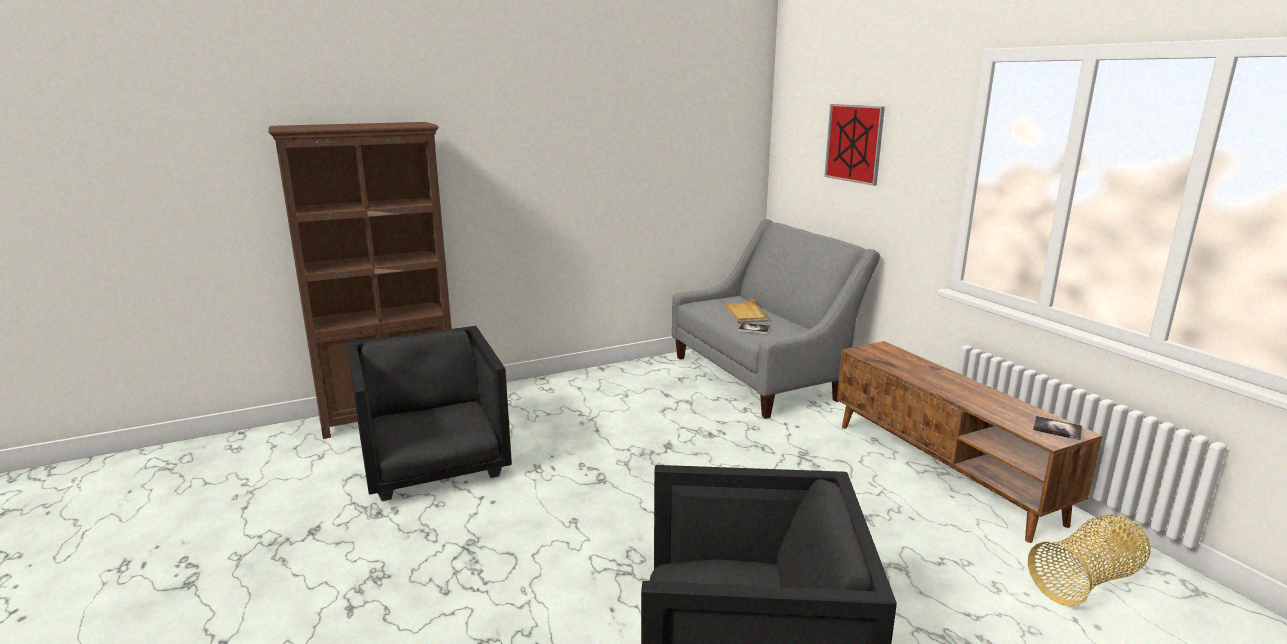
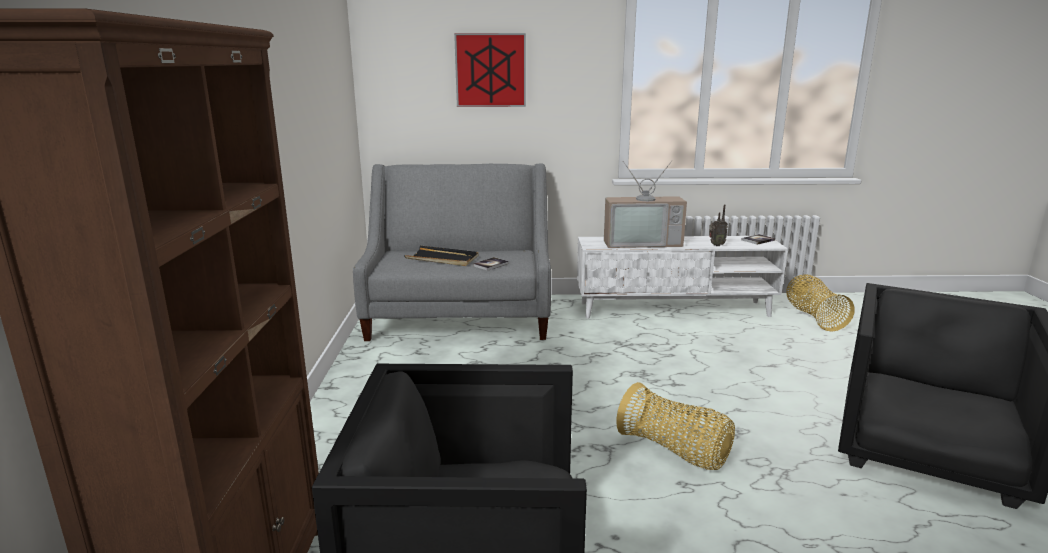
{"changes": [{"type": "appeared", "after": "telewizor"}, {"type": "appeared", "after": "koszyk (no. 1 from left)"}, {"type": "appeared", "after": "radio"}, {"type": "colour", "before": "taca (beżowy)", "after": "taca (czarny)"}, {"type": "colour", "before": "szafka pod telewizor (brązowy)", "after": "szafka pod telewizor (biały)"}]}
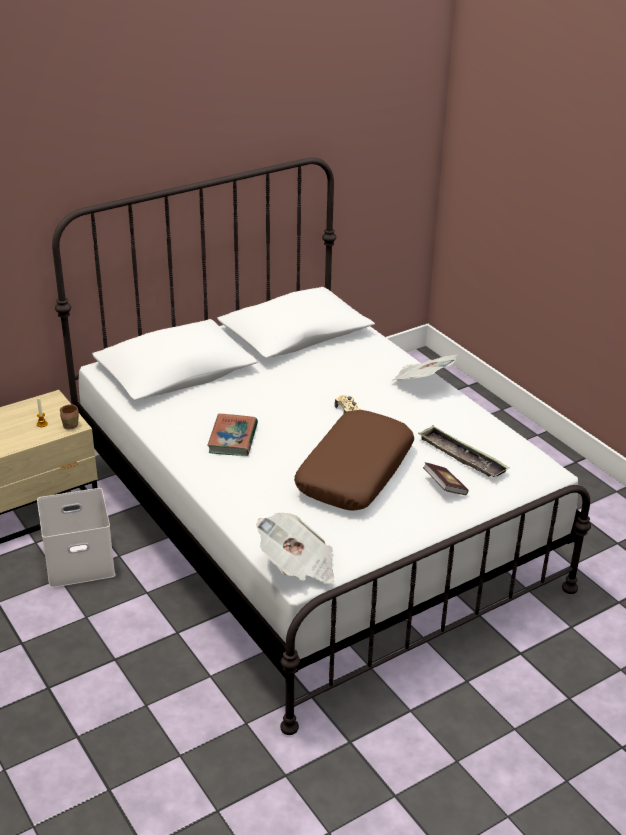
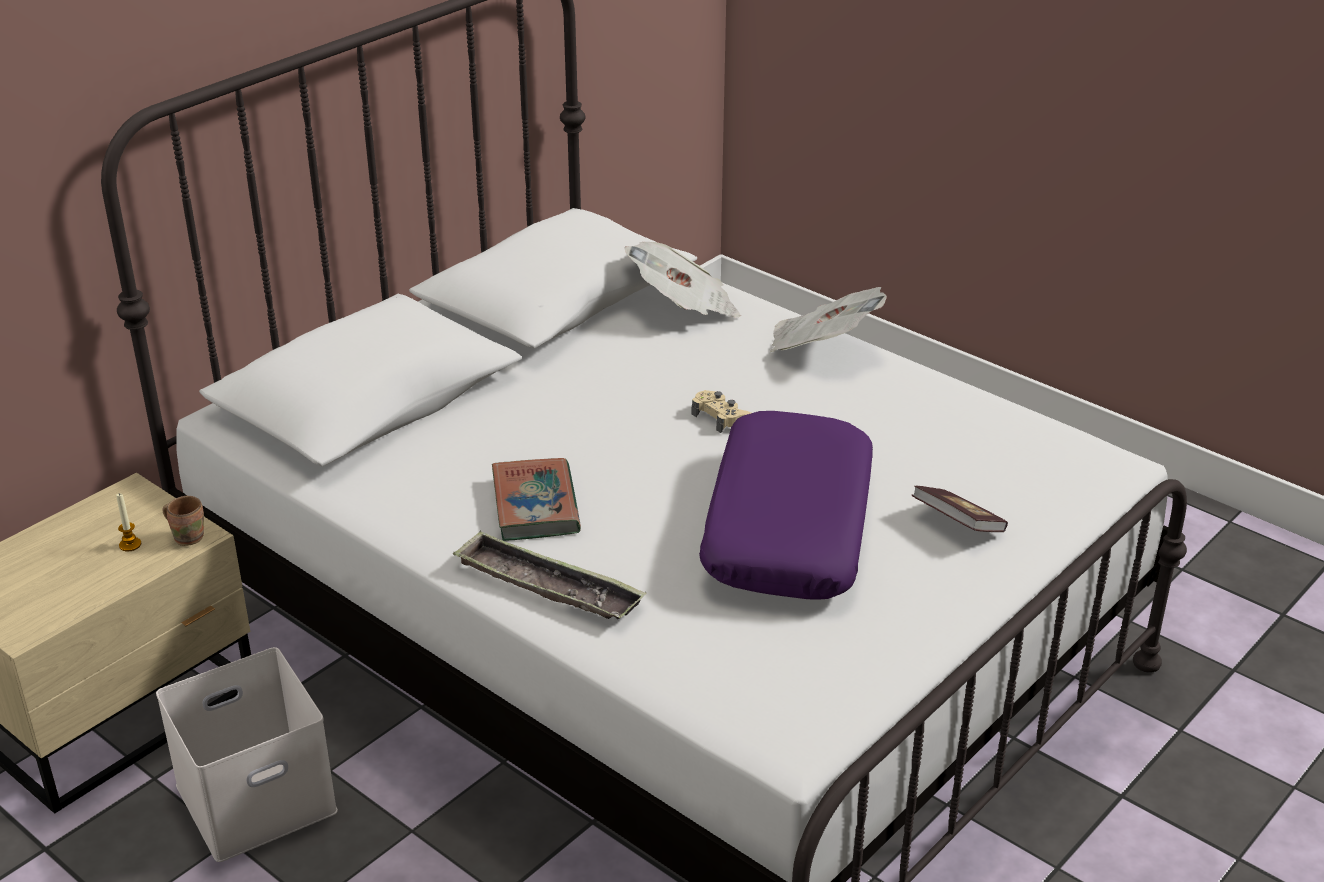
{"changes": [{"type": "relocated", "before": "gazeta (no. 1 from left)"}, {"type": "relocated", "before": "taca"}, {"type": "colour", "before": "poduszka (brązowy)", "after": "poduszka (fioletowy)"}]}
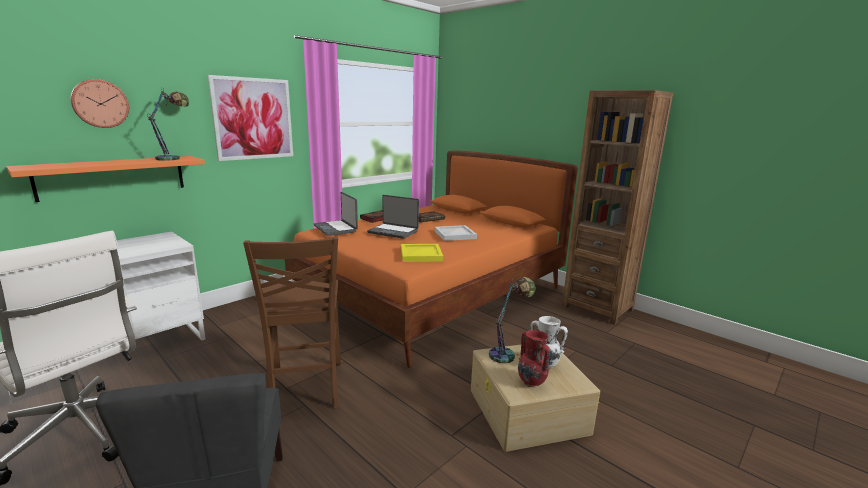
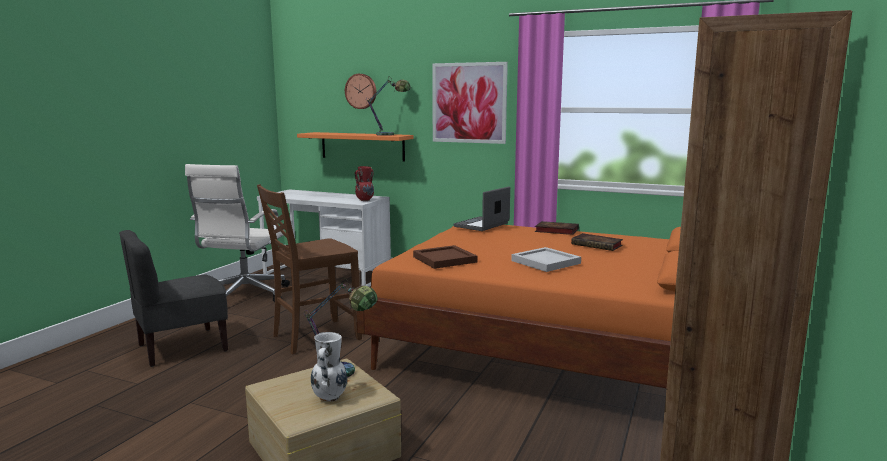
{"changes": [{"type": "missing", "before": "laptop (no. 2 from left)"}, {"type": "relocated", "before": "wazon (czerwony)"}, {"type": "colour", "before": "taca (żółty)", "after": "taca (brązowy)"}]}
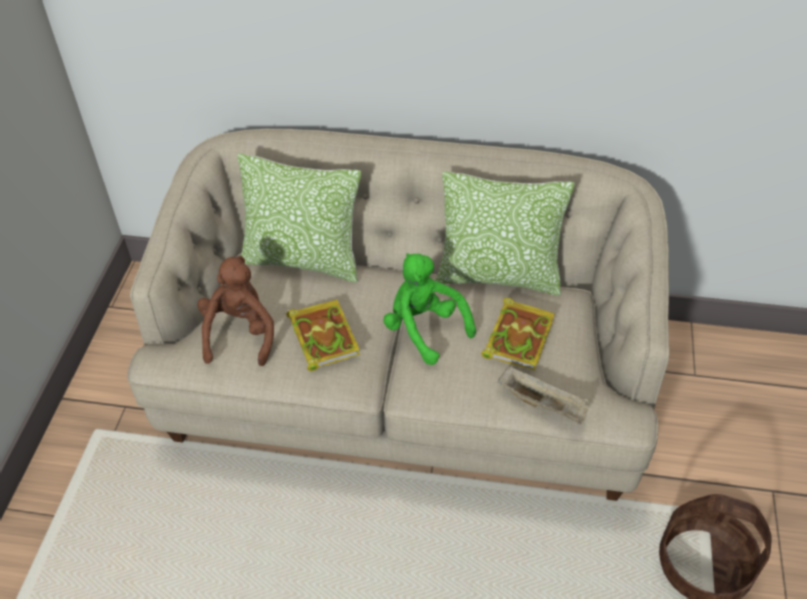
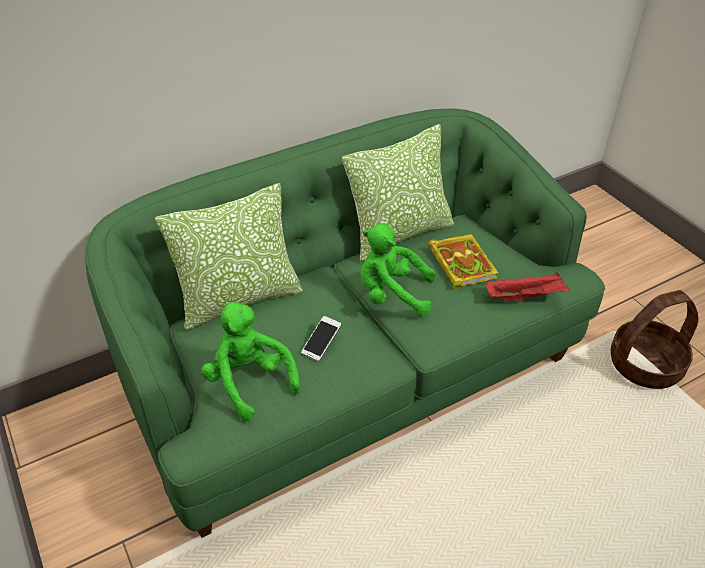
{"changes": [{"type": "exchanged", "before": "książka (no. 1 from left)", "after": "telefon"}, {"type": "colour", "before": "kanapa (beżowy)", "after": "kanapa (zielony)"}, {"type": "colour", "before": "pluszak (brązowy)", "after": "pluszak (zielony) (no. 1 from left)"}, {"type": "colour", "before": "taca (beżowy)", "after": "taca (czerwony)"}]}
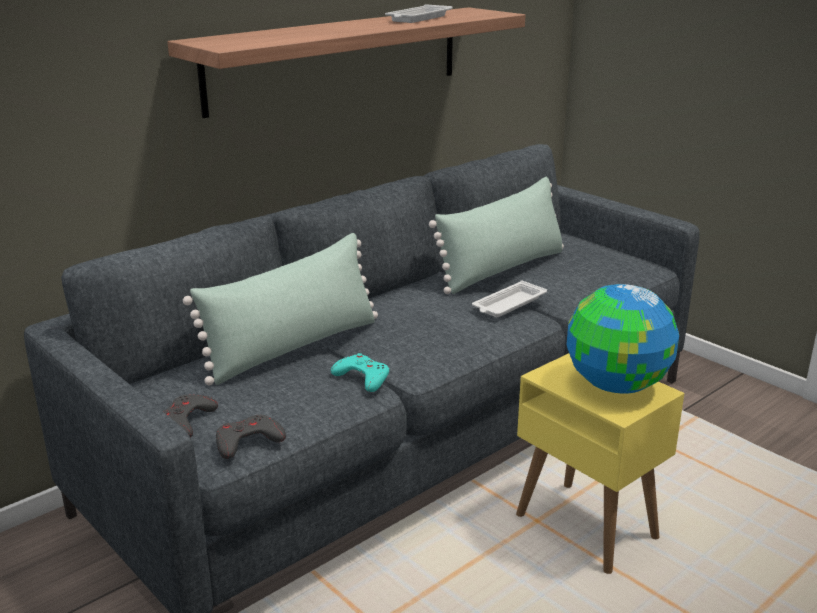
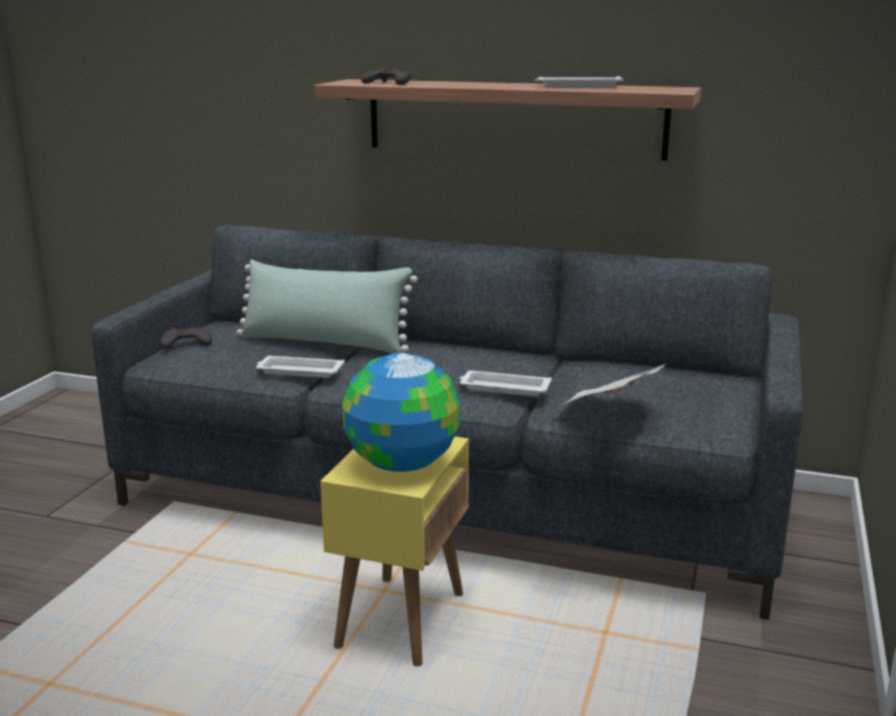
{"changes": [{"type": "missing", "before": "poduszka (zielony) (no. 2 from left)"}, {"type": "appeared", "after": "gazeta"}, {"type": "relocated", "before": "pad do gier (szary) (no. 2 from left)"}, {"type": "exchanged", "before": "pad do gier (turkusowy)", "after": "taca (biały) (no. 1 from left)"}]}
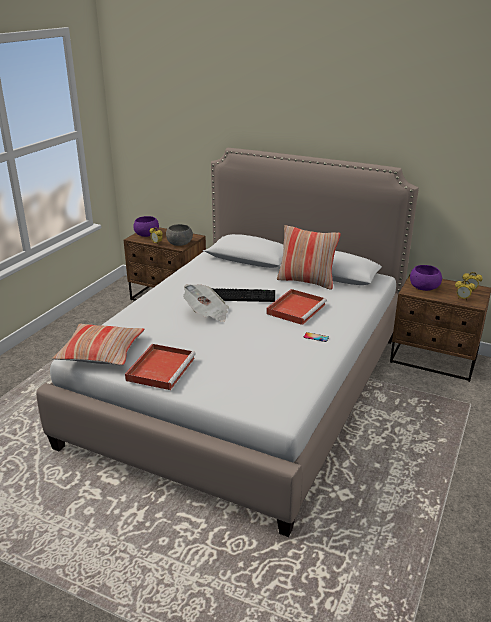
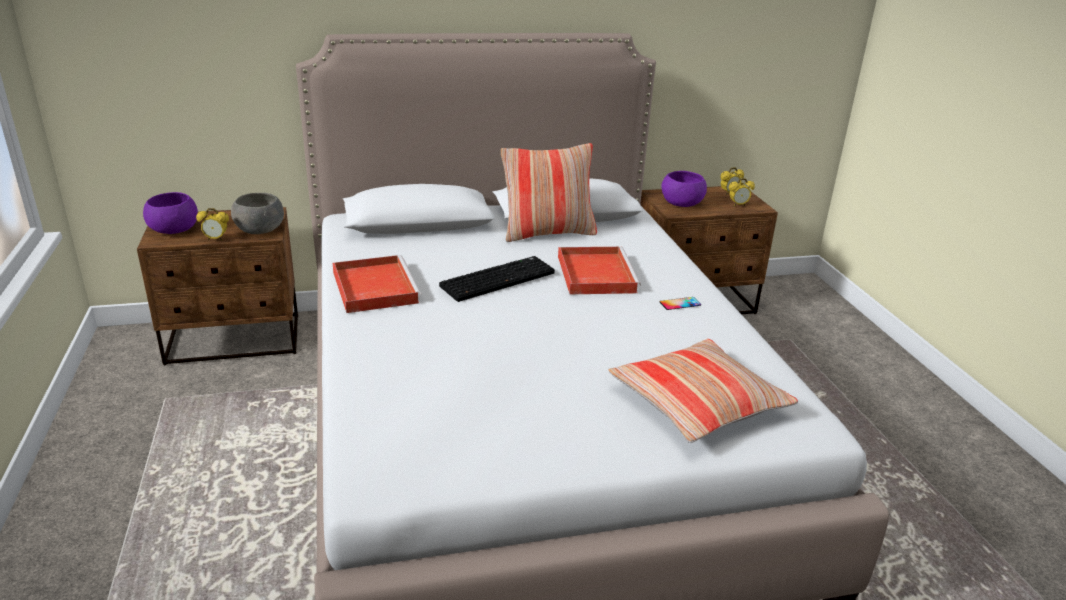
{"changes": [{"type": "missing", "before": "gazeta"}, {"type": "relocated", "before": "poduszka (no. 1 from left in the first image)", "after": "poduszka (no. 2 from left)"}, {"type": "relocated", "before": "taca (czerwony) (no. 1 from left)"}]}
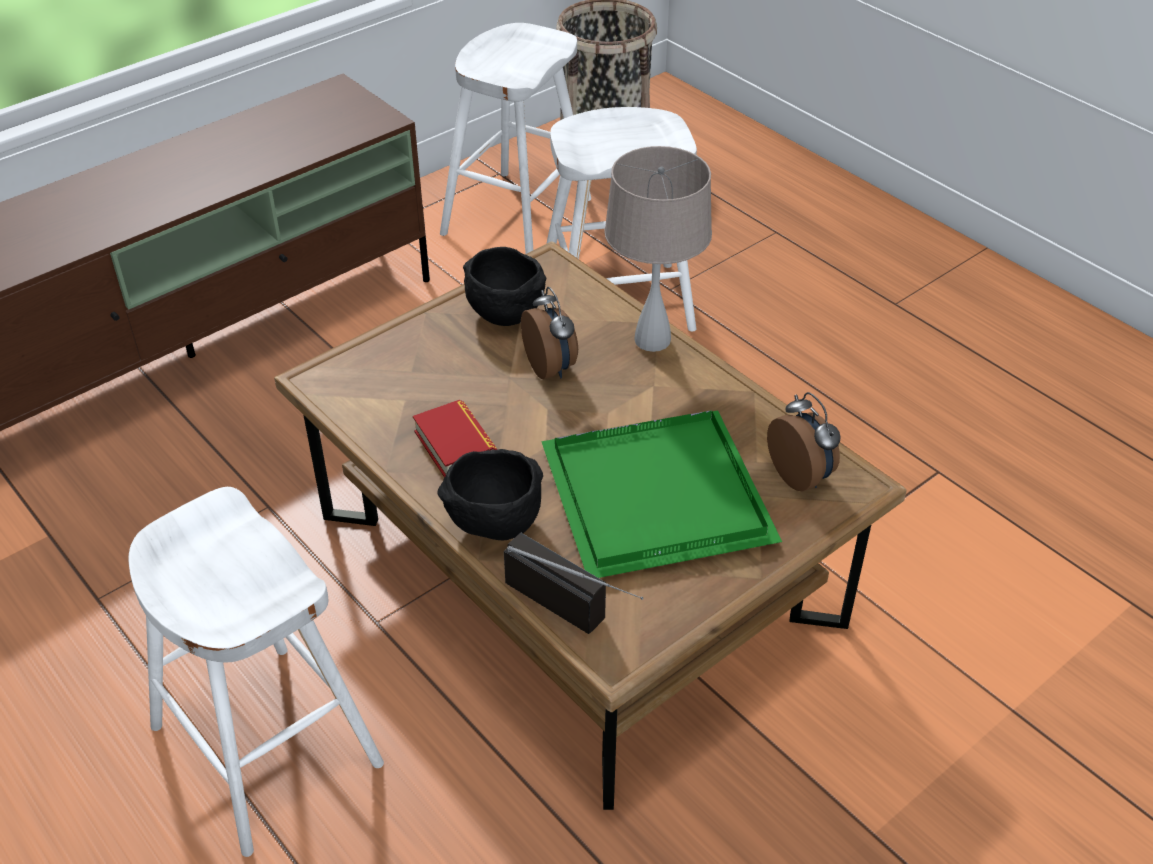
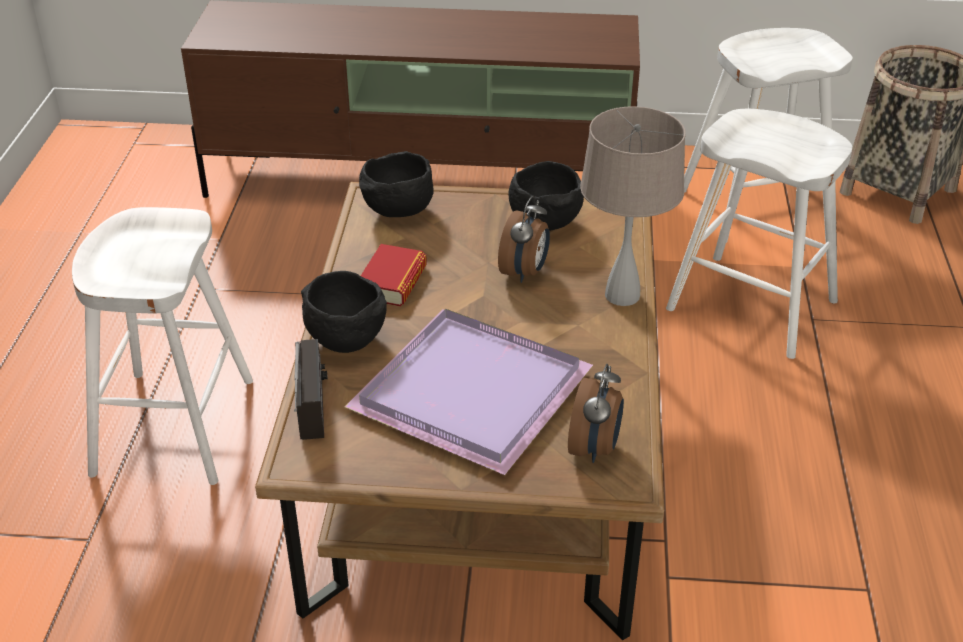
{"changes": [{"type": "appeared", "after": "miska (czarny) (no. 2 from left)"}, {"type": "colour", "before": "taca (zielony)", "after": "taca (fioletowy)"}]}
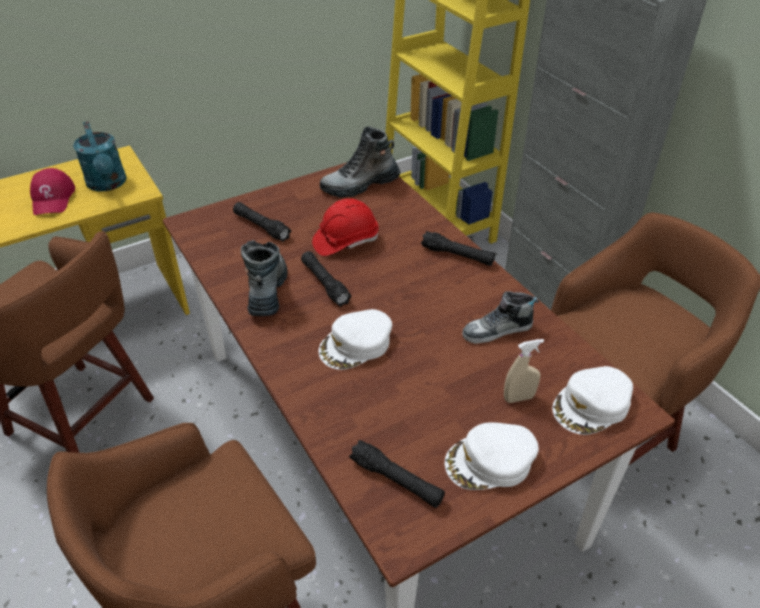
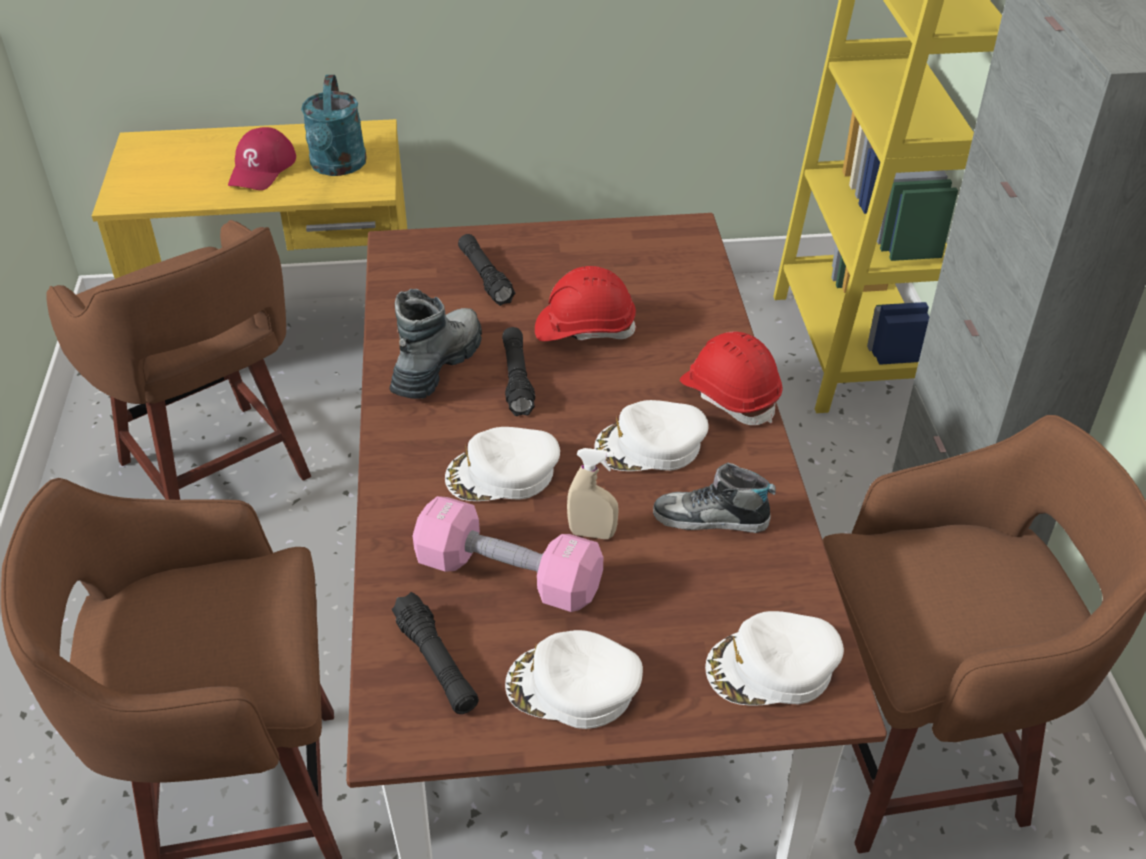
{"changes": [{"type": "missing", "before": "but z cholewką (no. 2 from left)"}, {"type": "appeared", "after": "hantel (różowy)"}, {"type": "appeared", "after": "czapka z daszkiem (biały) (no. 3 from left)"}, {"type": "relocated", "before": "spryskiwacz (beżowy)"}, {"type": "exchanged", "before": "latarka (czarny) (no. 4 from left)", "after": "kask (czerwony) (no. 2 from left)"}]}
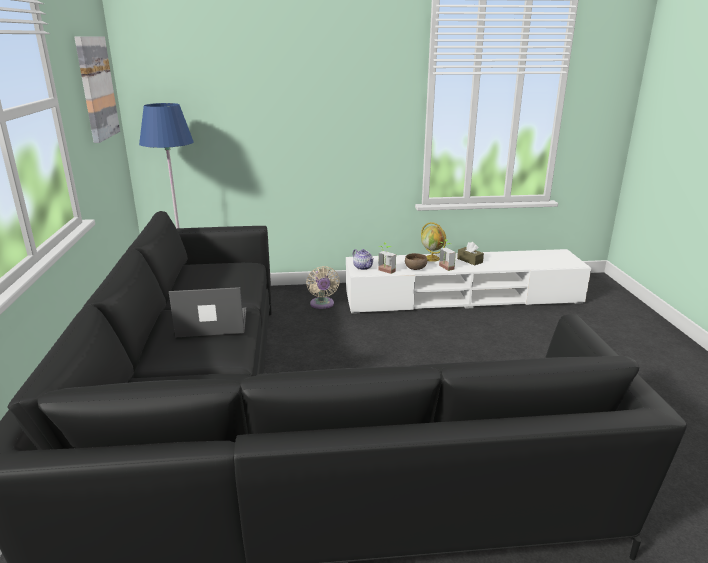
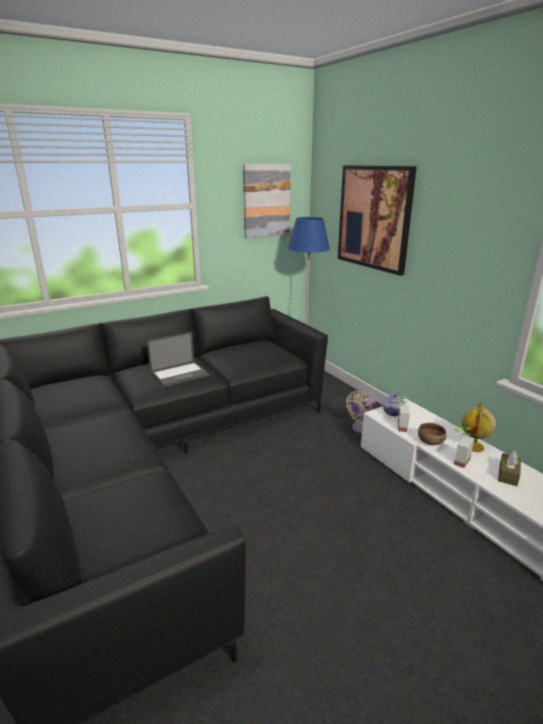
{"changes": [{"type": "appeared", "after": "obraz (no. 2 from left)"}, {"type": "spun", "before": "laptop", "turn": 90}]}
